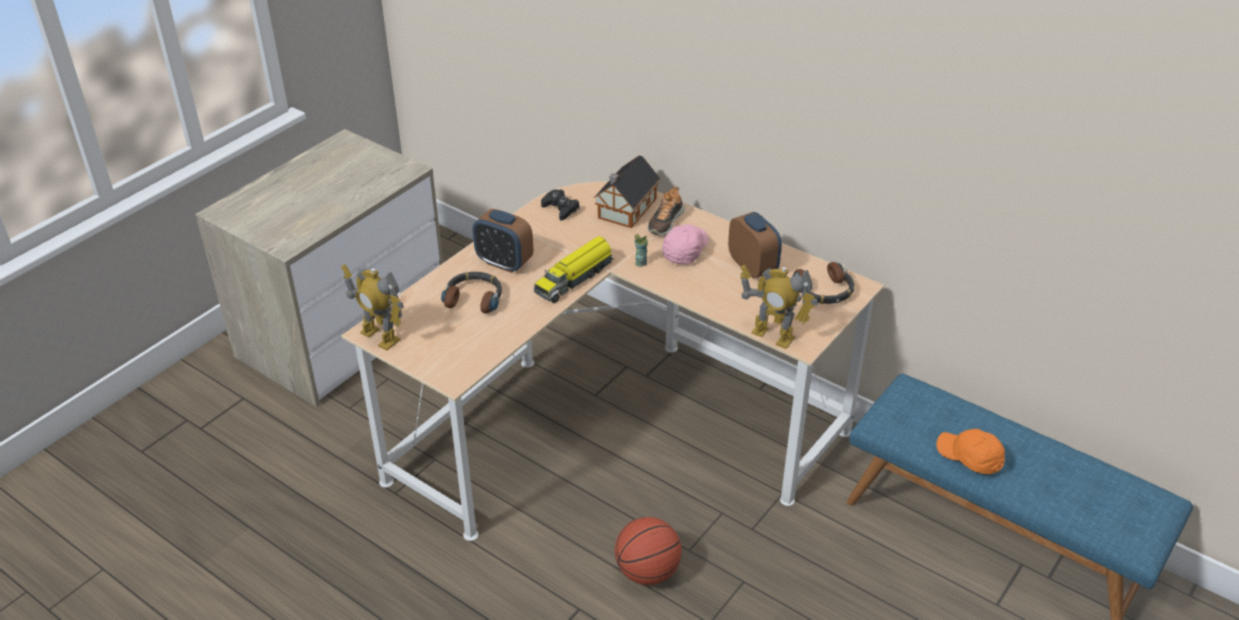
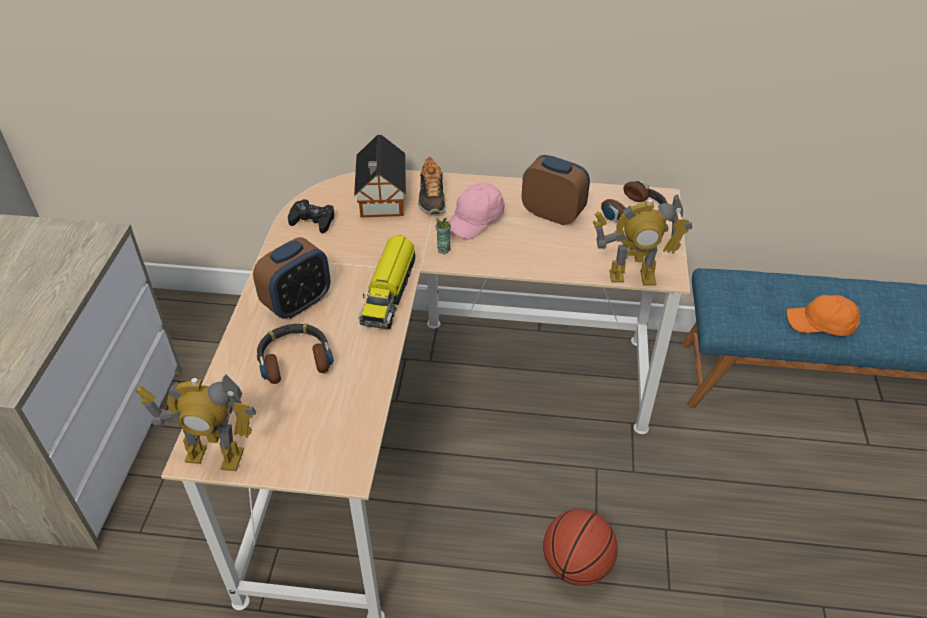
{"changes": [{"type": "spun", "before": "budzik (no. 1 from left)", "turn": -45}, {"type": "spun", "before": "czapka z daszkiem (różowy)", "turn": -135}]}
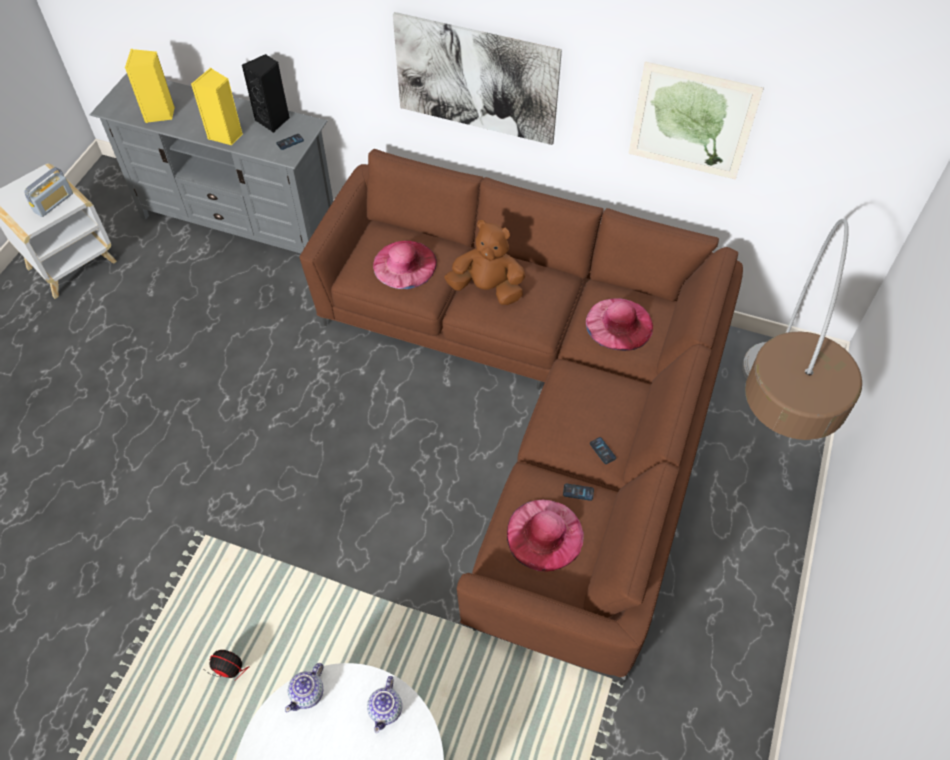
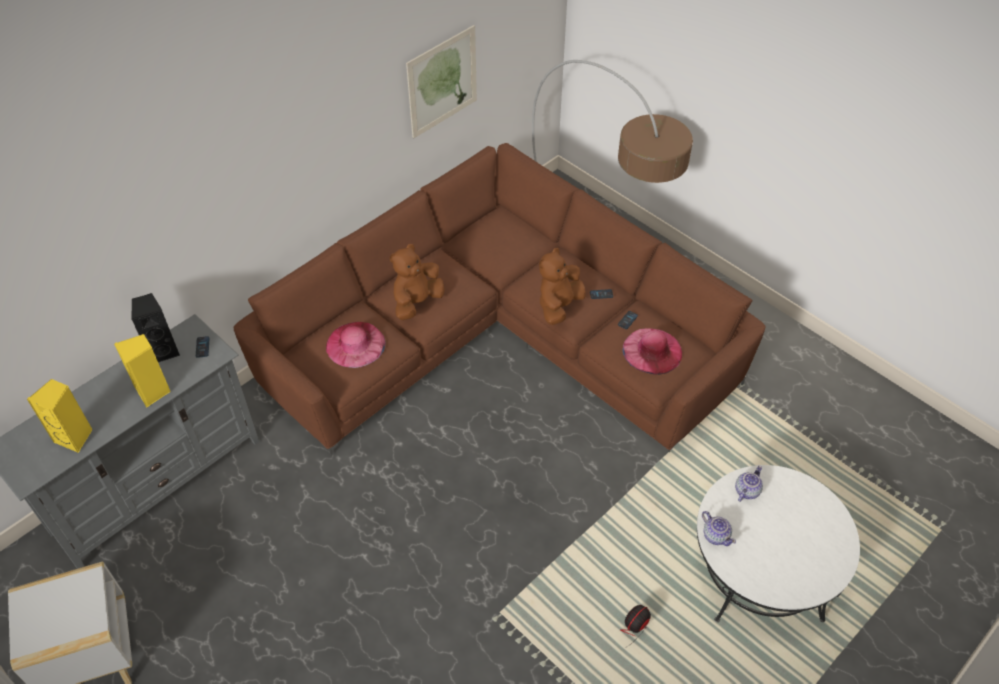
{"changes": [{"type": "missing", "before": "radio"}, {"type": "missing", "before": "obraz (no. 1 from left)"}, {"type": "missing", "before": "kapelusz (różowy) (no. 3 from left)"}, {"type": "appeared", "after": "pluszak (brązowy) (no. 2 from left)"}, {"type": "spun", "before": "imbryk (no. 2 from left)", "turn": -90}]}
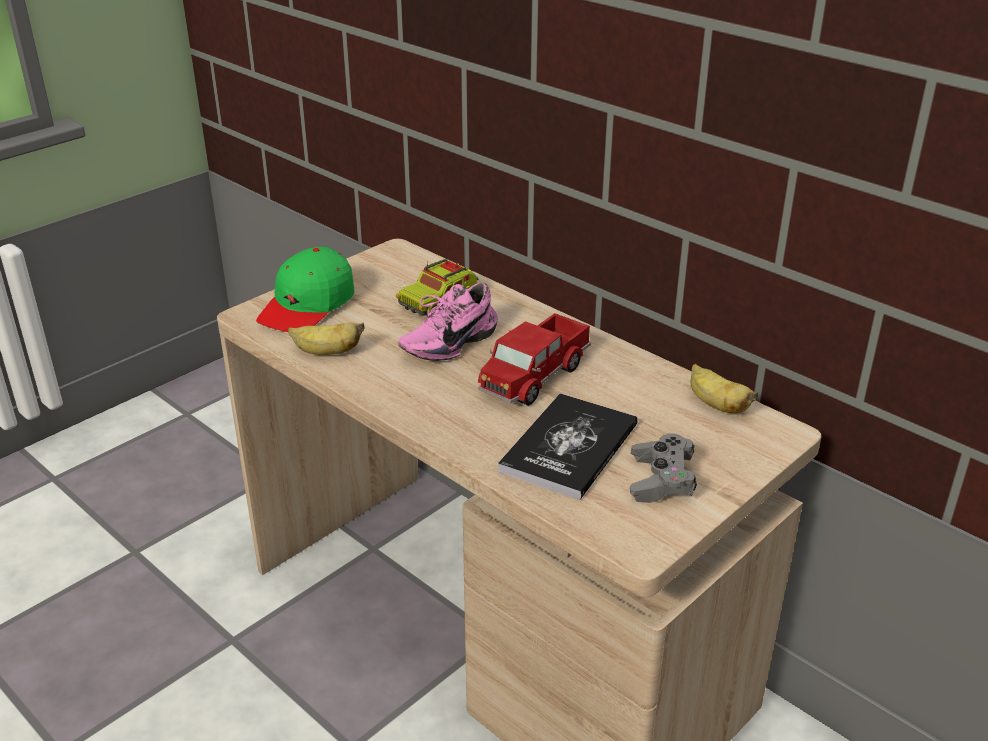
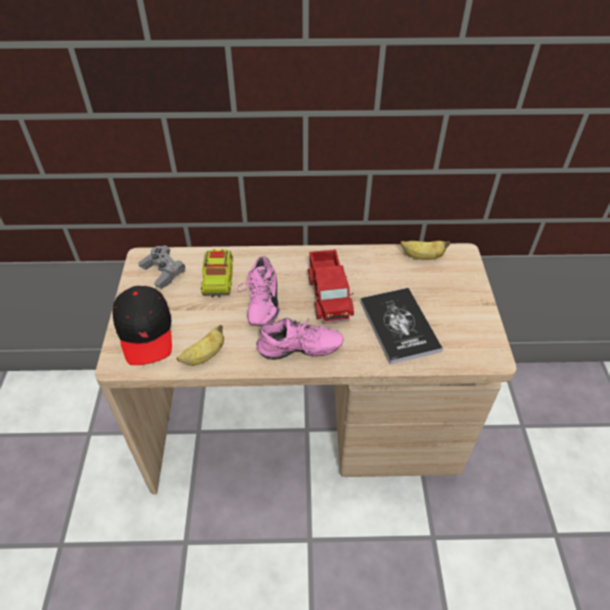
{"changes": [{"type": "appeared", "after": "but (różowy) (no. 2 from left)"}, {"type": "relocated", "before": "pad do gier (szary)"}, {"type": "colour", "before": "czapka z daszkiem (zielony)", "after": "czapka z daszkiem (czarny)"}]}
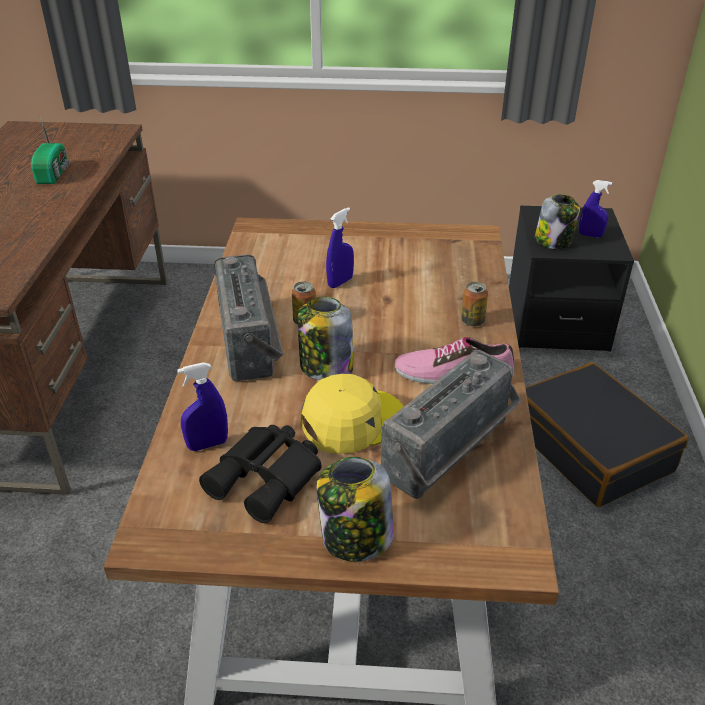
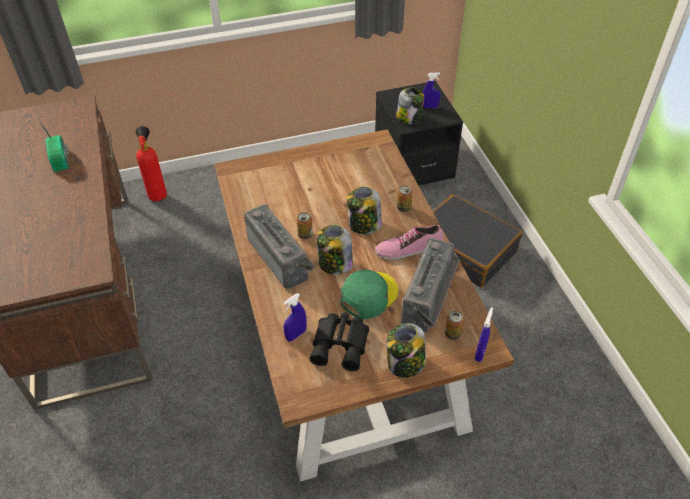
{"changes": [{"type": "appeared", "after": "gaśnica"}, {"type": "appeared", "after": "słoik (no. 2 from left)"}, {"type": "appeared", "after": "puszka (no. 3 from left)"}, {"type": "relocated", "before": "spryskiwacz (niebieski) (no. 2 from left in the first image)", "after": "spryskiwacz (niebieski) (no. 3 from left)"}, {"type": "colour", "before": "czapka z daszkiem (żółty)", "after": "czapka z daszkiem (zielony)"}]}
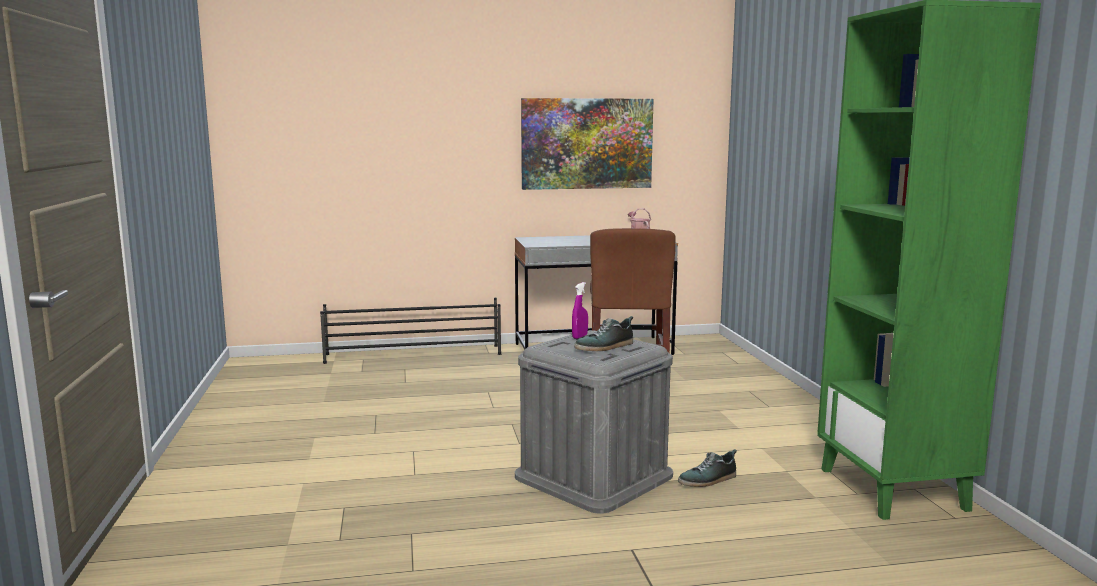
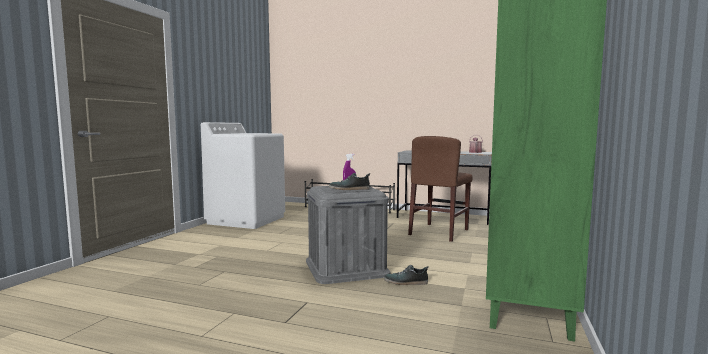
{"changes": [{"type": "missing", "before": "obraz"}, {"type": "appeared", "after": "pralka (biały)"}]}
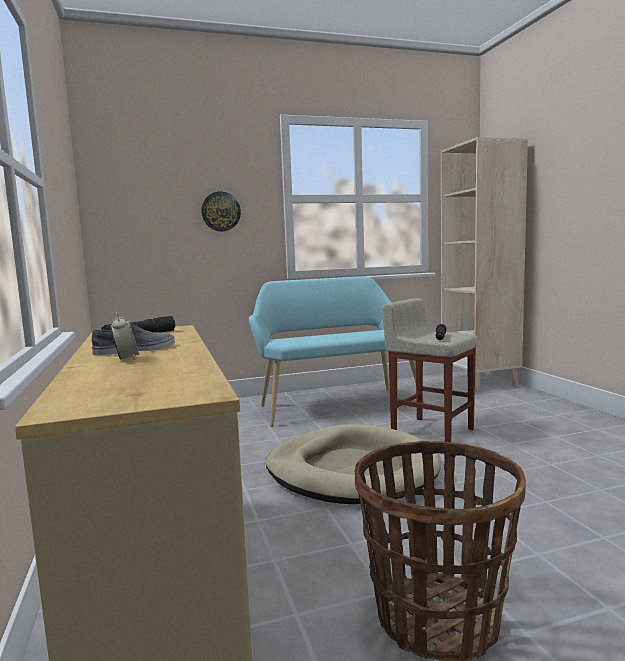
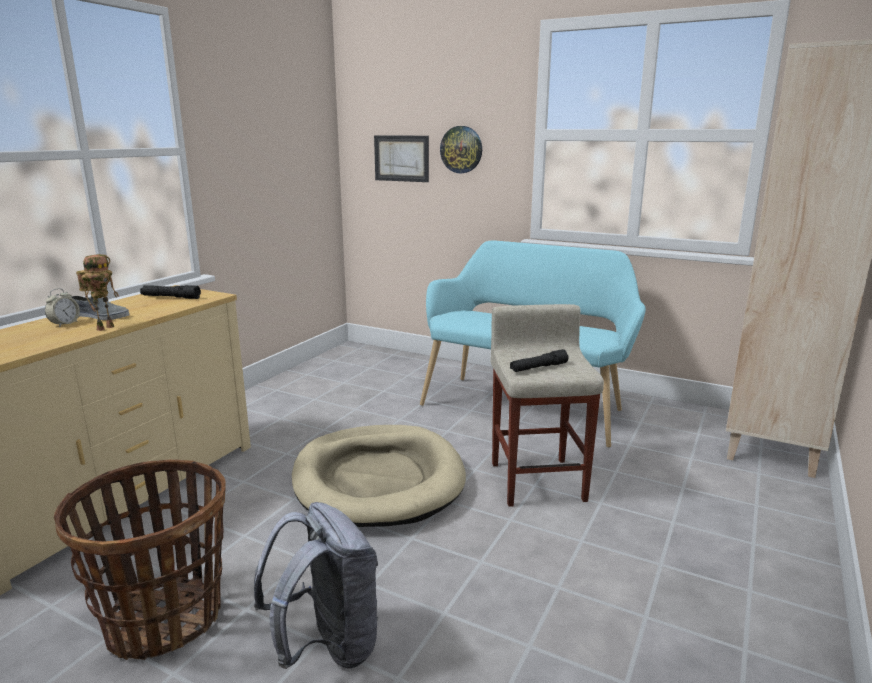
{"changes": [{"type": "appeared", "after": "robot zabawkowy"}, {"type": "appeared", "after": "plecak (szary)"}, {"type": "appeared", "after": "obraz"}]}
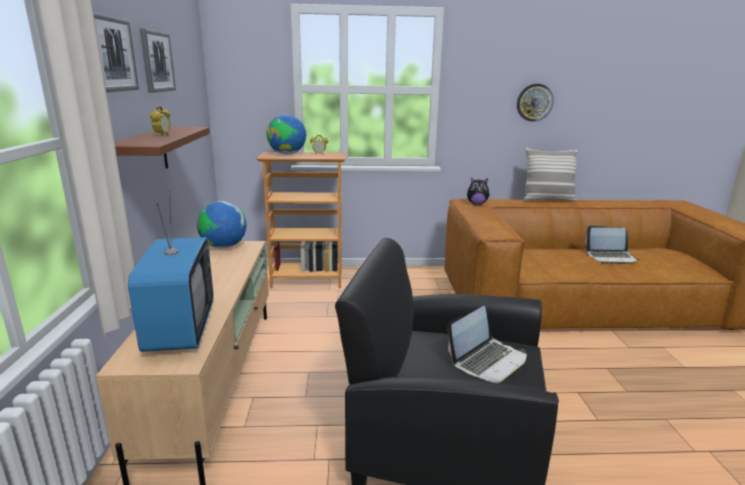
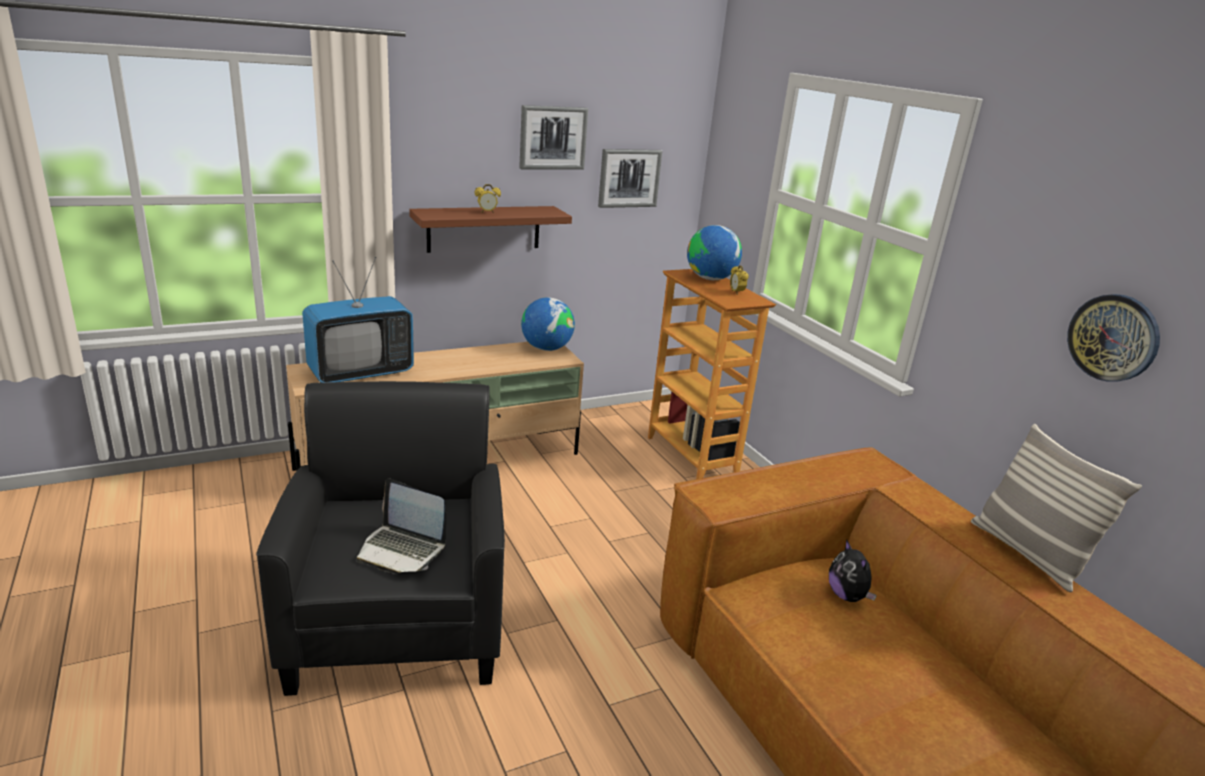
{"changes": [{"type": "missing", "before": "laptop (no. 2 from left)"}, {"type": "relocated", "before": "obraz (no. 1 from left in the first image)", "after": "obraz (no. 2 from left)"}, {"type": "relocated", "before": "pluszak"}]}
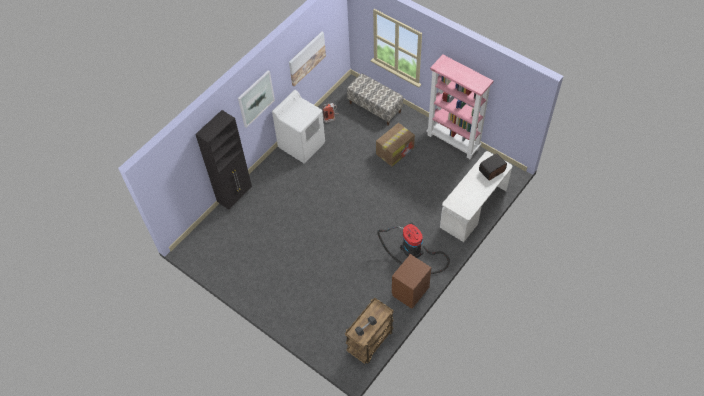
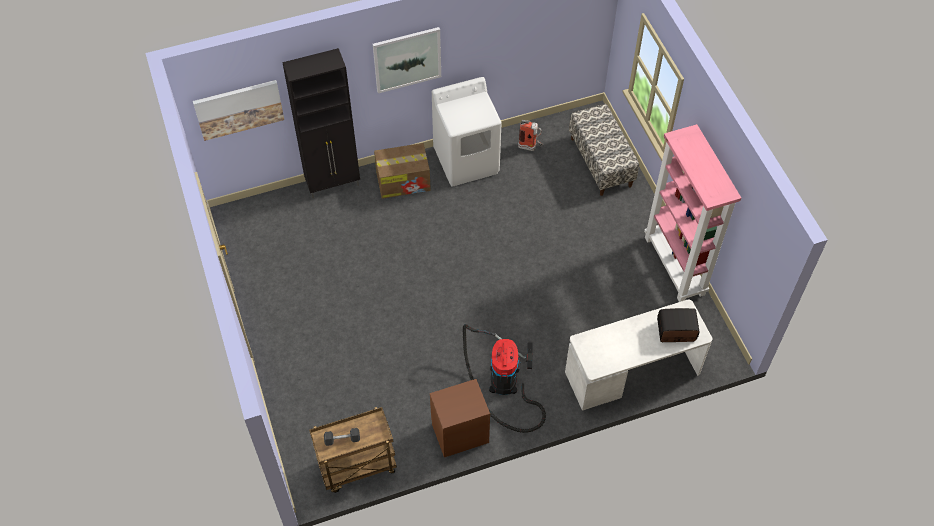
{"changes": [{"type": "relocated", "before": "obraz (no. 2 from left in the first image)", "after": "obraz (no. 1 from left)"}, {"type": "relocated", "before": "karton"}]}
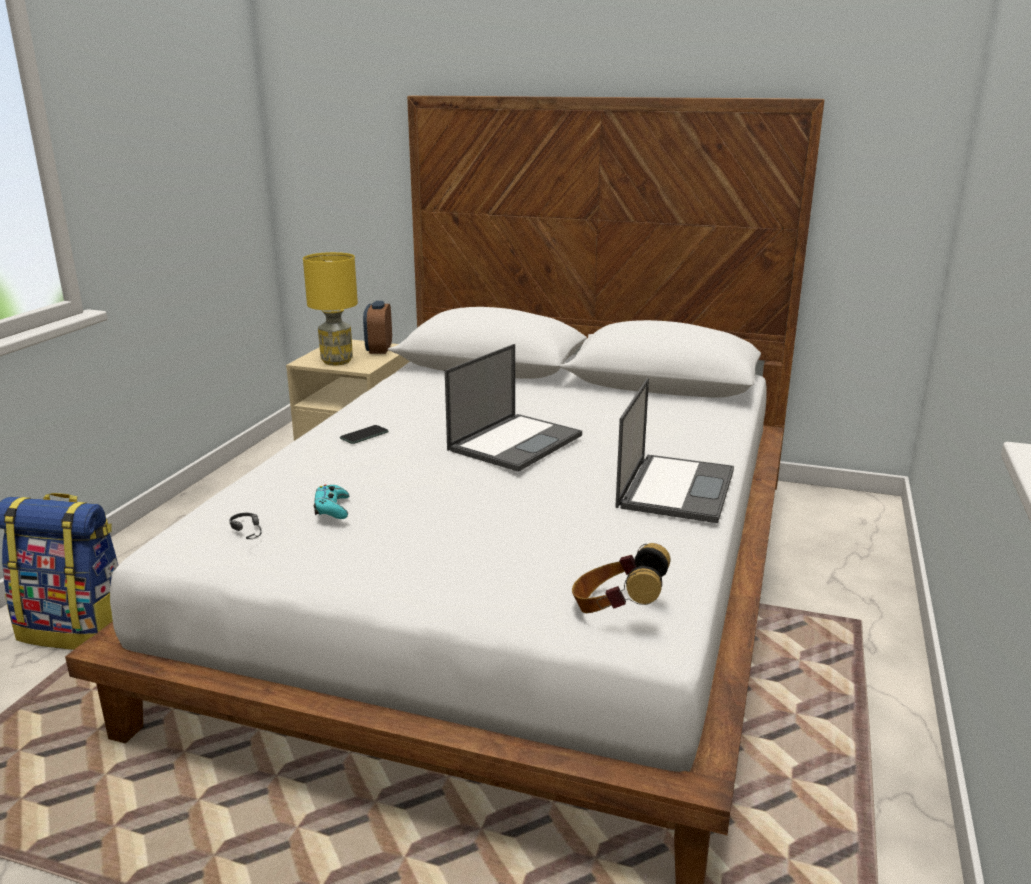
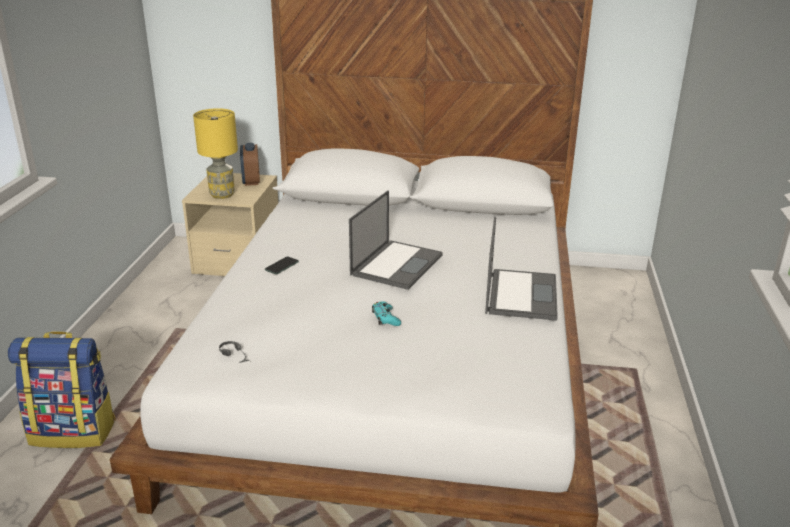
{"changes": [{"type": "missing", "before": "słuchawki (no. 2 from left)"}, {"type": "relocated", "before": "pad do gier (turkusowy)"}]}
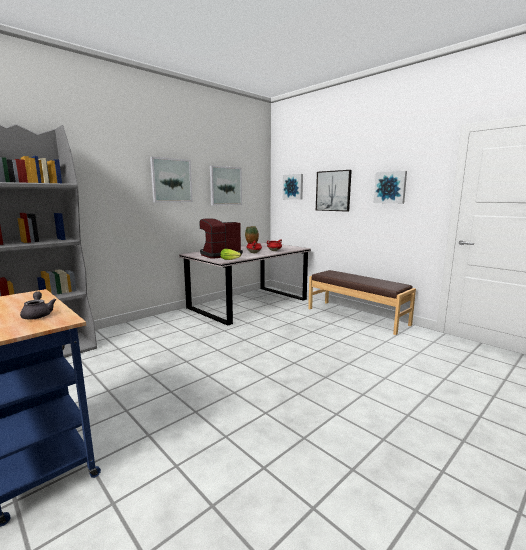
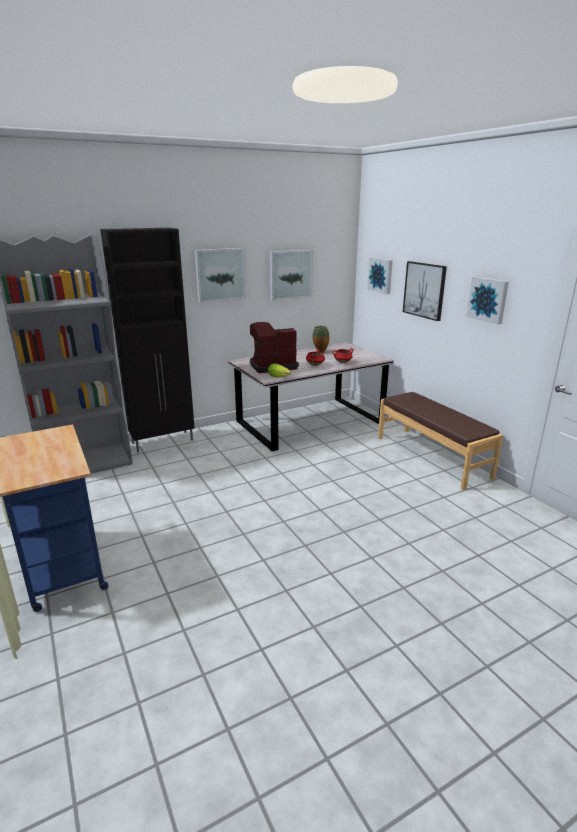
{"changes": [{"type": "missing", "before": "imbryk (szary)"}, {"type": "appeared", "after": "szafka (czarny)"}]}
